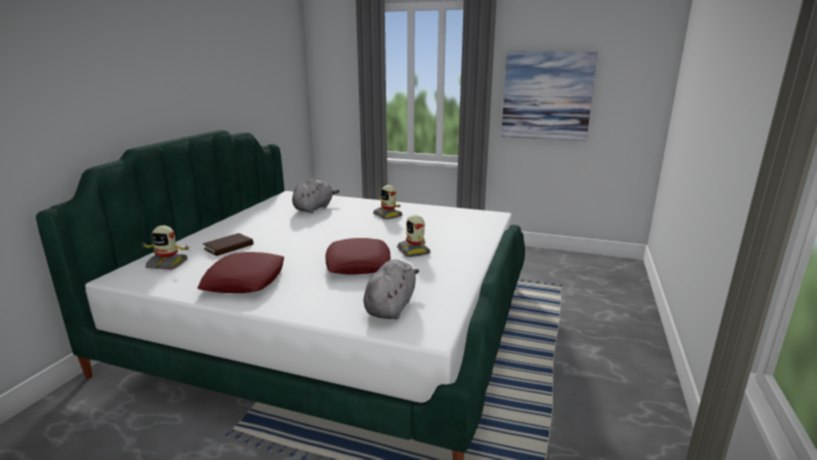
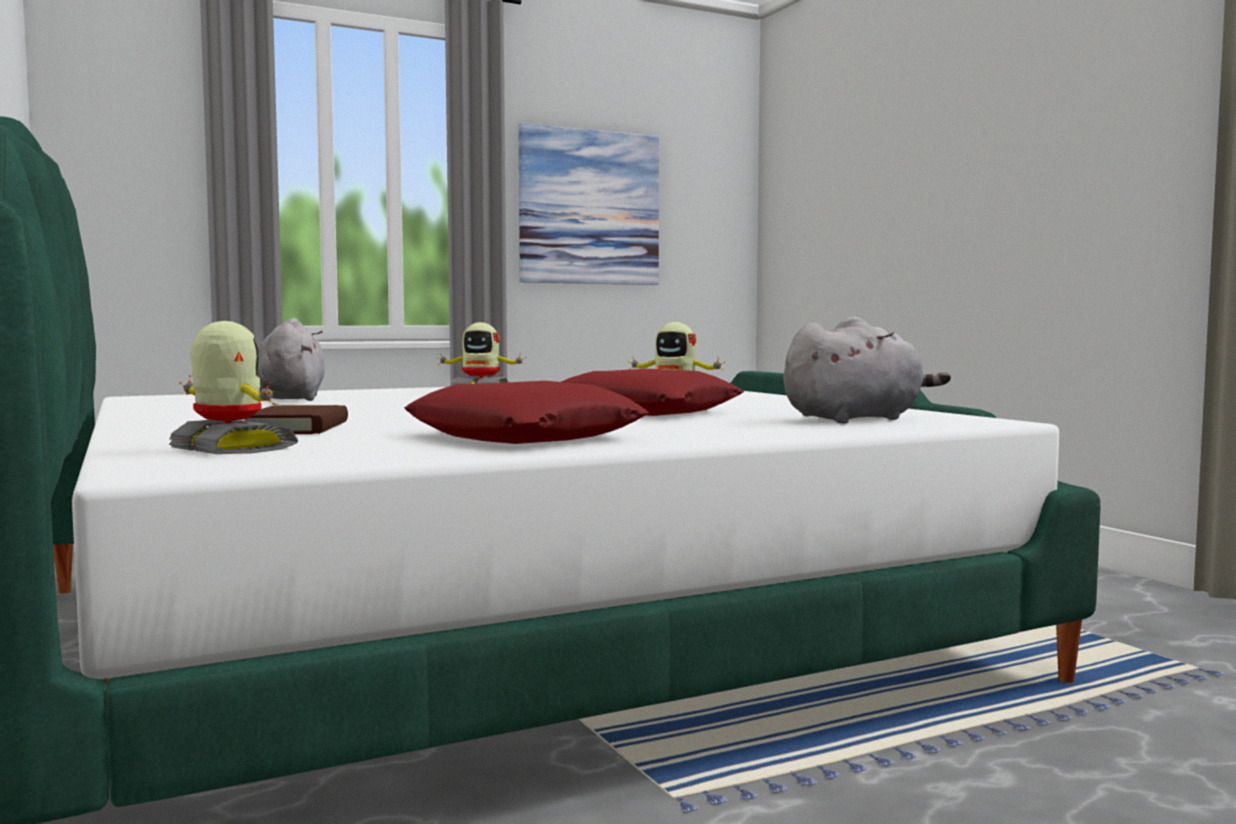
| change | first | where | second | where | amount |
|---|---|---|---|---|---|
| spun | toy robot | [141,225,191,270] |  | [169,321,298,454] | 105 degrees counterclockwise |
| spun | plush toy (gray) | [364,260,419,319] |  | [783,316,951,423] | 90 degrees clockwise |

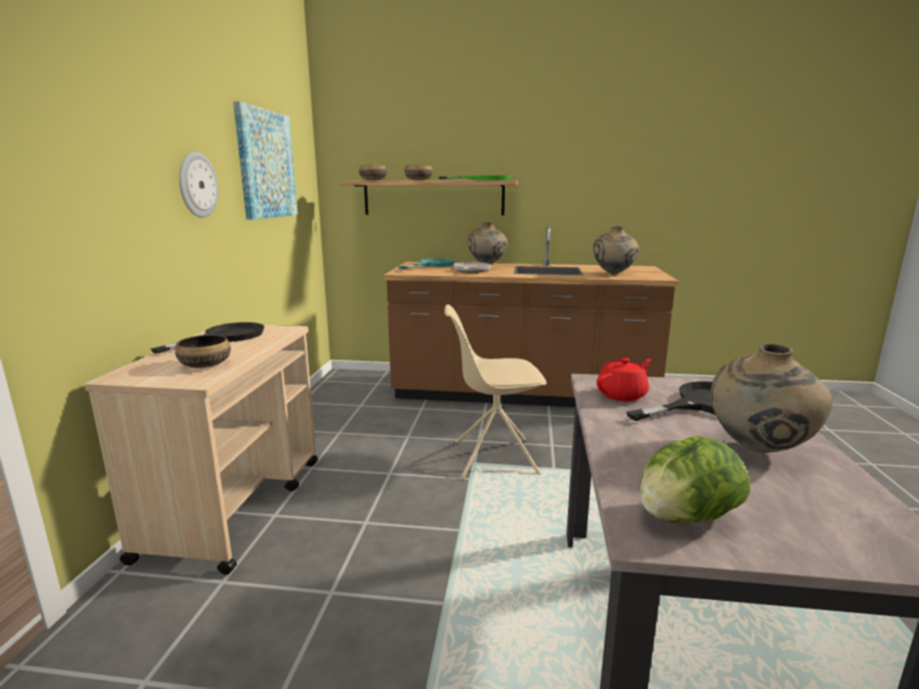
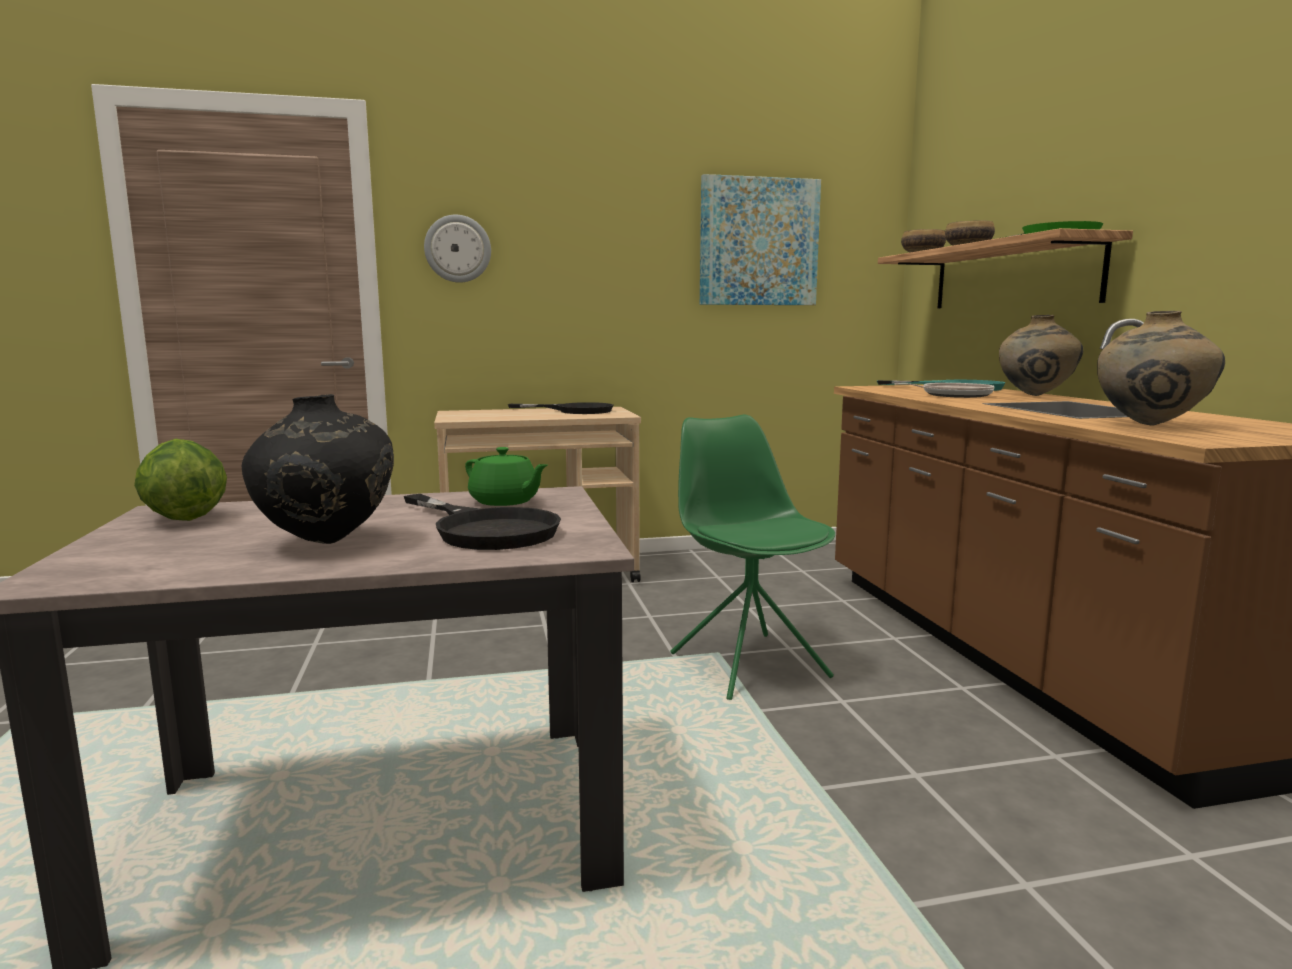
| change | first | where | second | where | amount |
|---|---|---|---|---|---|
| colour | flower vase (beige) | [711,344,832,453] | flower vase (black-coloured) | [242,394,394,544] |  |
| relocated | clock on the wall | [179,152,219,218] |  | [424,215,491,283] |  |
| colour | teapot (red-coloured) | [597,358,652,401] | teapot (green) | [465,447,548,506] |  |
| colour | upright chair (beige) | [444,304,547,479] | upright chair (green) | [670,414,835,700] |  |
| missing | deep dish | [175,335,231,368] |  |  |  |

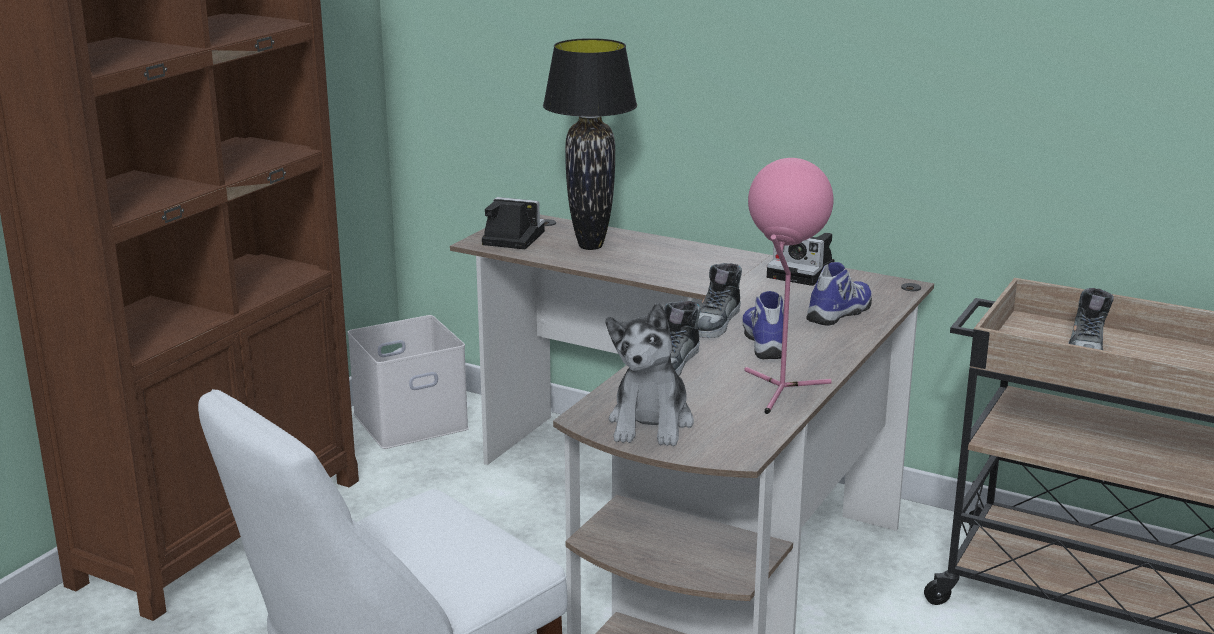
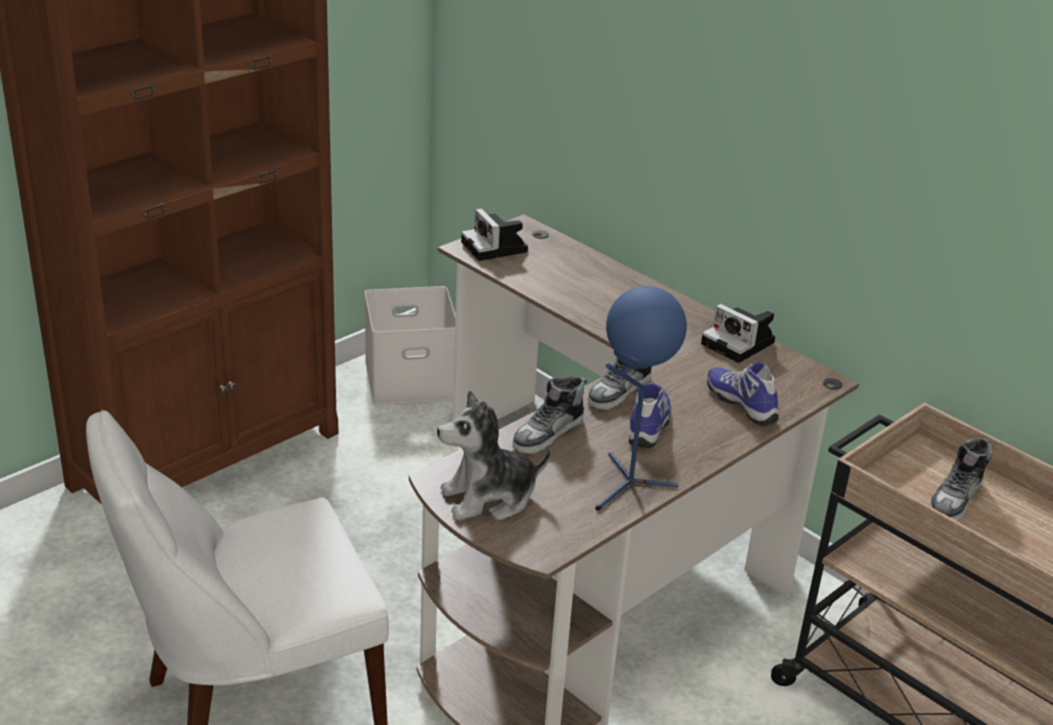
| change | first | where | second | where | amount |
|---|---|---|---|---|---|
| spun | plush toy | [606,303,694,446] |  | [437,390,552,521] | 45 degrees clockwise |
| spun | photo camera | [482,197,545,249] |  | [461,208,528,261] | 150 degrees counterclockwise |
| colour | table lamp (pink-coloured) | [744,158,834,414] | table lamp (blue-coloured) | [595,286,687,511] |  |
| spun | low shoe | [806,262,872,326] |  | [707,362,779,425] | 90 degrees counterclockwise |
| missing | table lamp (black-coloured) | [543,38,637,250] |  |  |  |

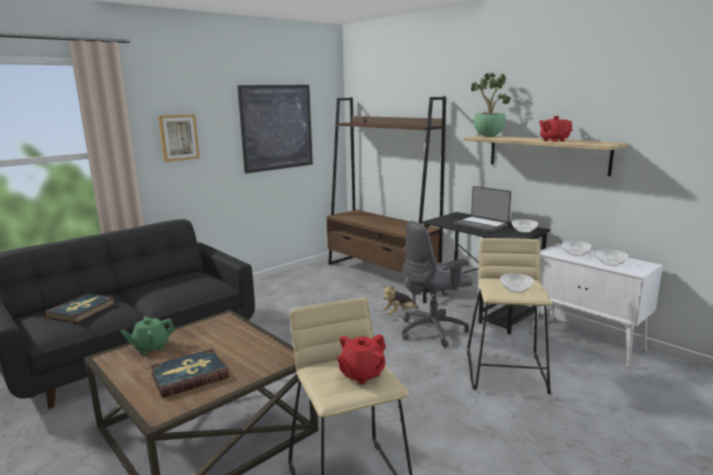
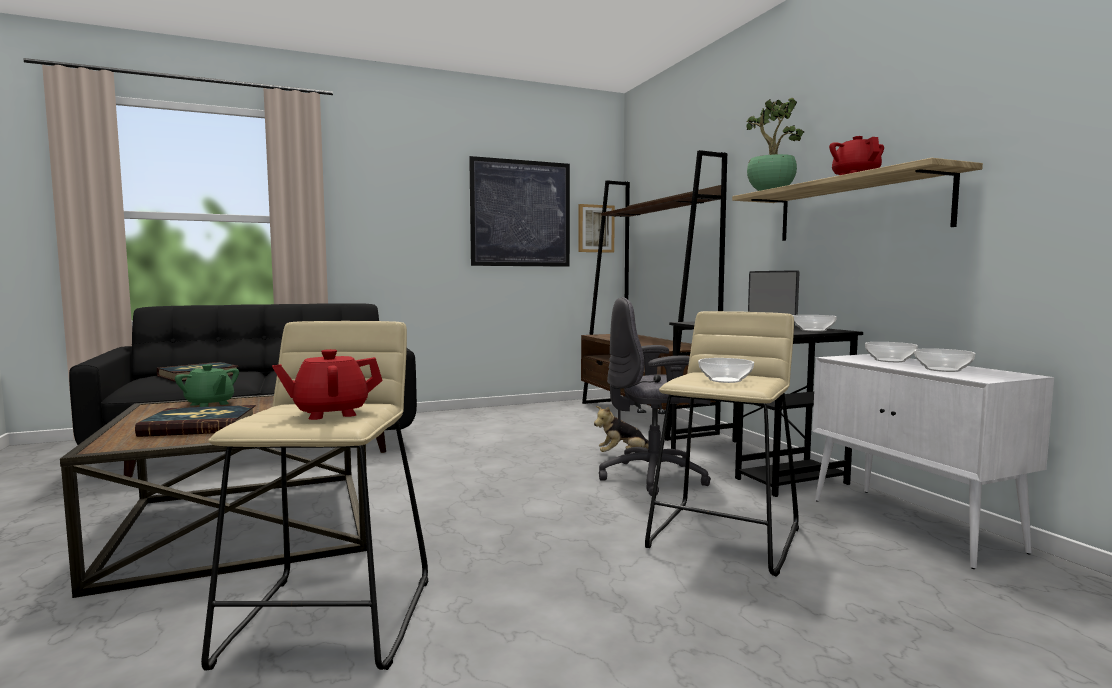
| change | first | where | second | where | amount |
|---|---|---|---|---|---|
| spun | teapot (green) | [120,316,175,354] |  | [175,364,239,407] | 135 degrees counterclockwise |
| relocated | picture | [158,114,200,162] |  | [578,204,615,253] |  |

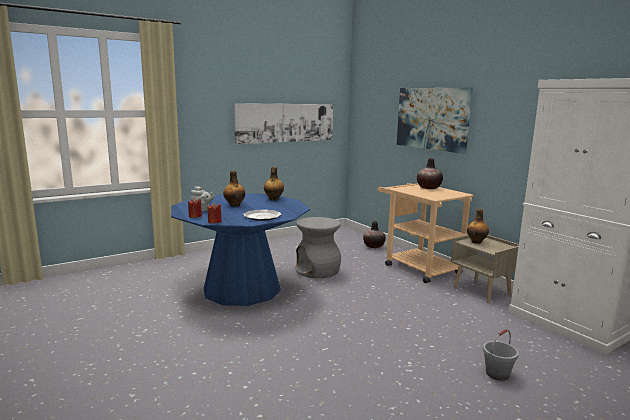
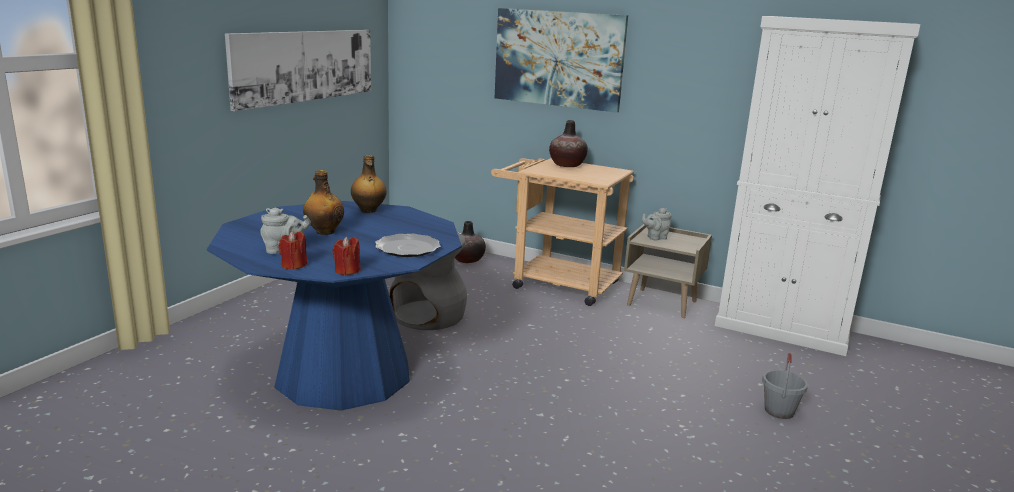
| change | first | where | second | where | amount |
|---|---|---|---|---|---|
| exchanged | drink bottle | [467,209,489,244] | teapot (gray) | [642,208,672,240] |  |

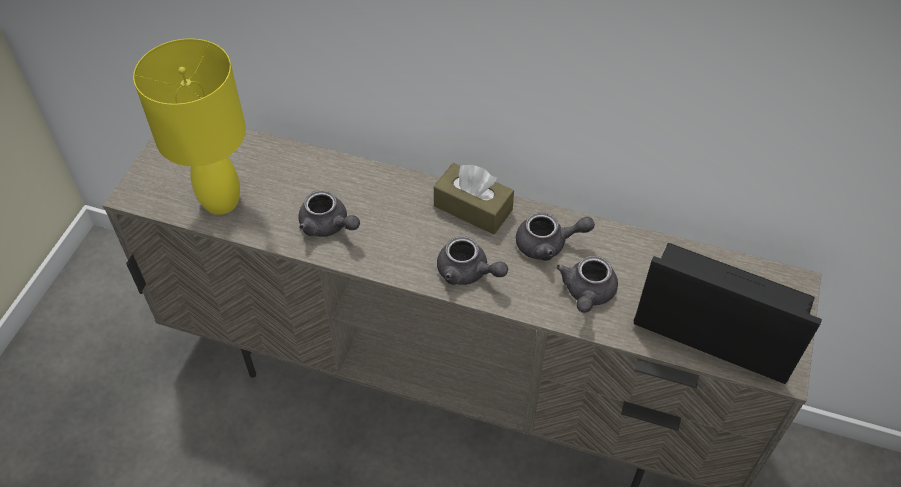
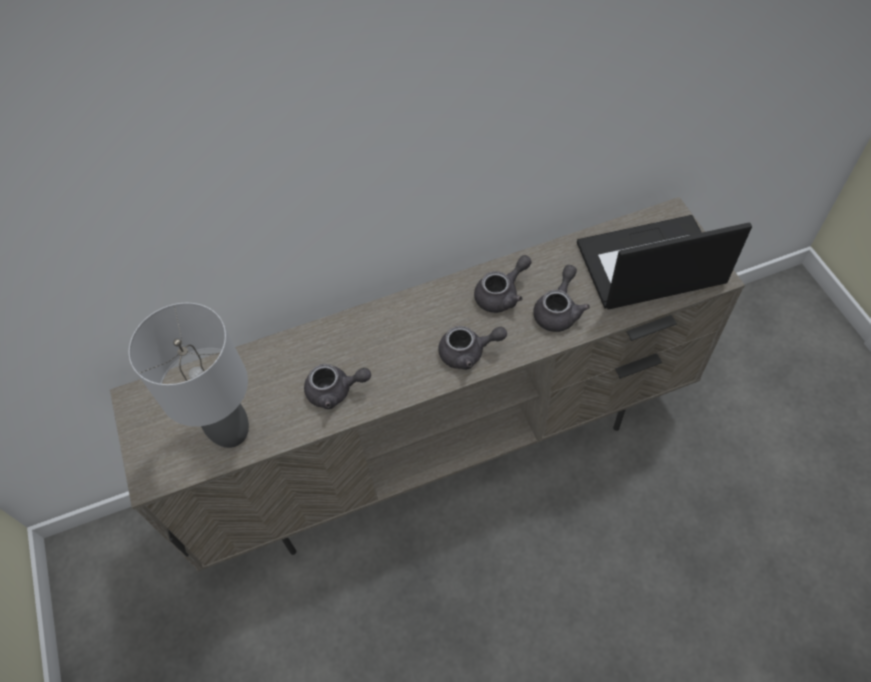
| change | first | where | second | where | amount |
|---|---|---|---|---|---|
| colour | table lamp (yellow-coloured) | [133,38,246,215] | table lamp (gray) | [129,303,249,448] |  |
| spun | teapot (gray) | [556,256,618,313] |  | [533,265,590,332] | 135 degrees counterclockwise |
| missing | box of tissues (brown-coloured) | [434,163,514,234] |  |  |  |

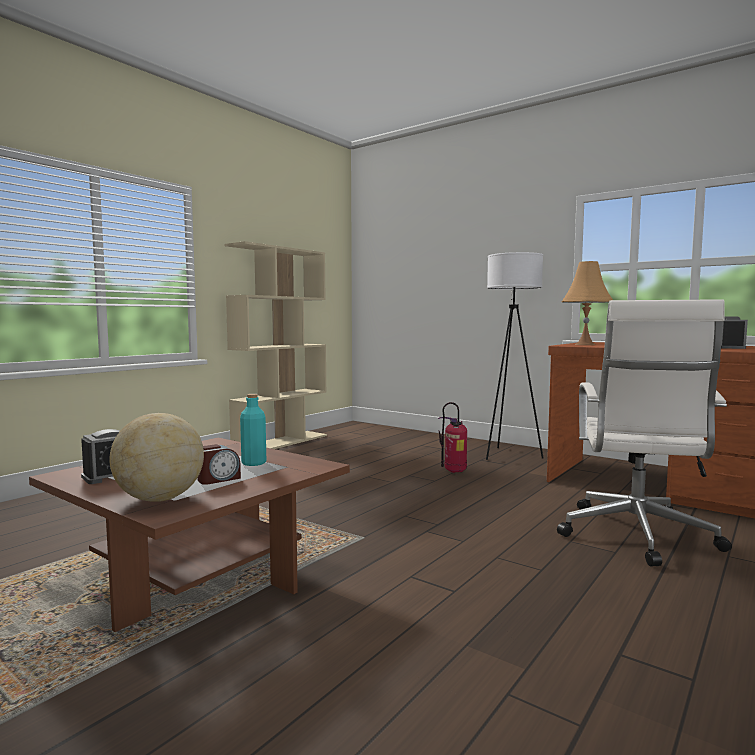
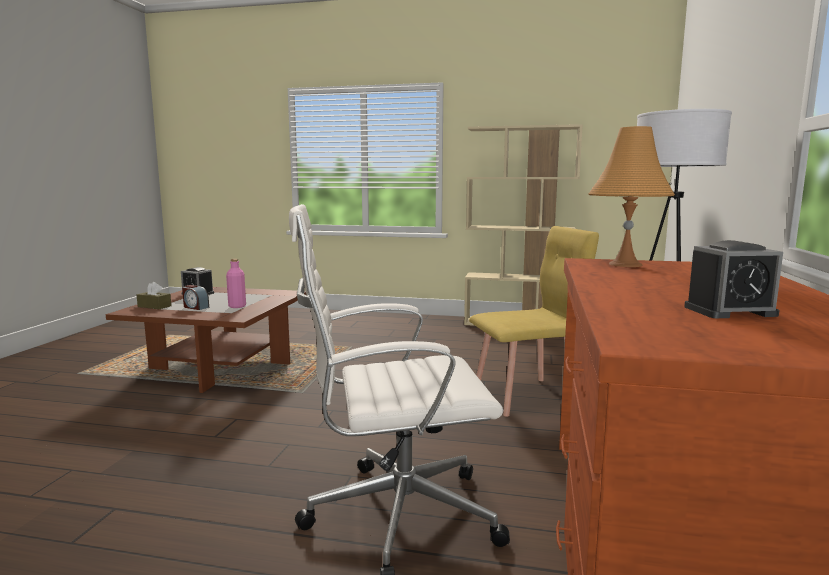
| change | first | where | second | where | amount |
|---|---|---|---|---|---|
| exchanged | desk globe | [110,413,204,502] | box of tissues (brown-coloured) | [137,282,171,309] |  |
| colour | drink bottle (blue-green) | [240,394,266,466] | drink bottle (pink-coloured) | [226,259,246,308] |  |
| exchanged | extinguisher | [438,402,467,473] | upright chair (yellow-coloured) | [469,226,599,417] |  |

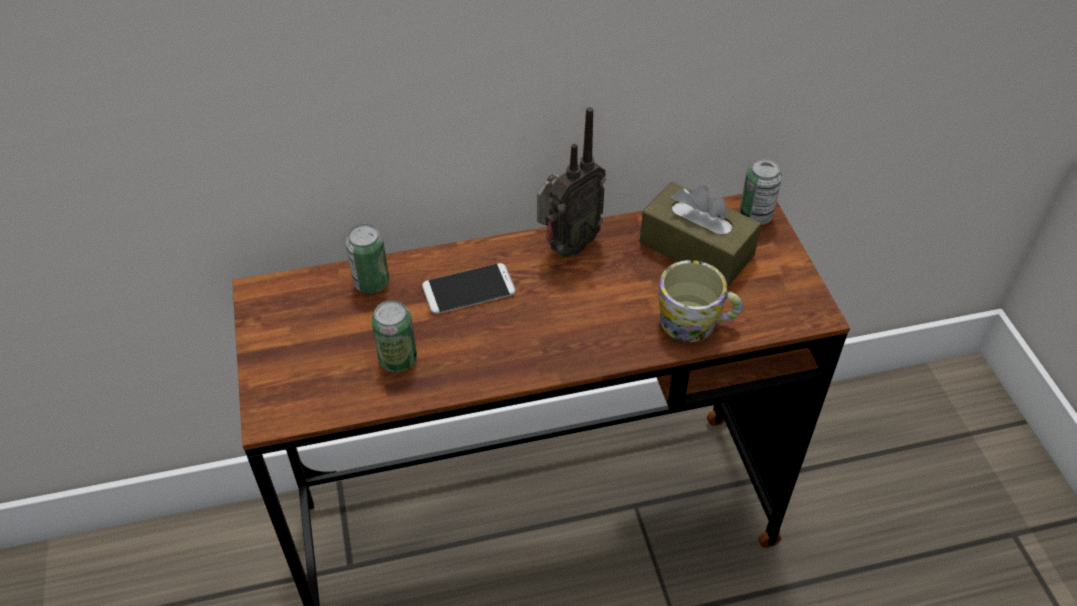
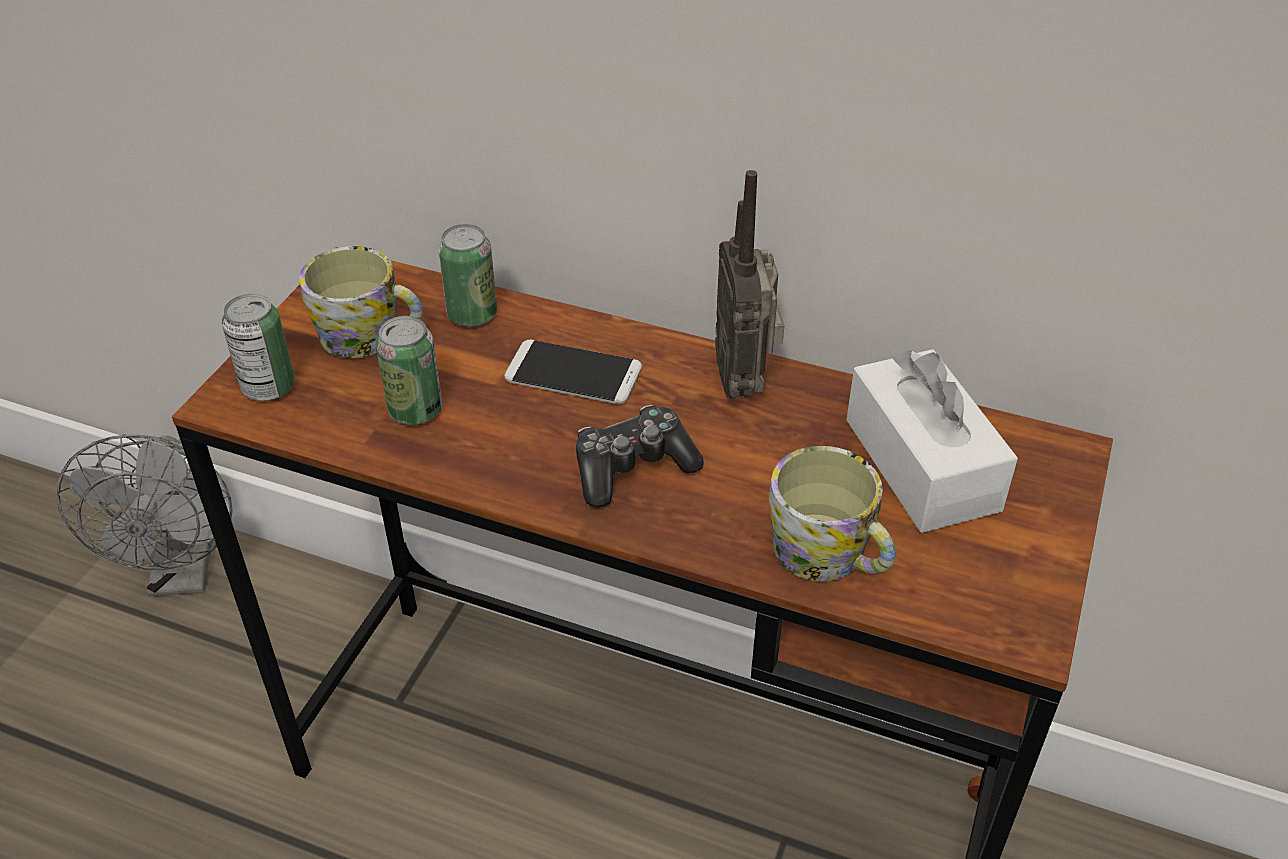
| change | first | where | second | where | amount |
|---|---|---|---|---|---|
| appeared |  |  | fan (gray) | [57,434,233,597] |  |
| relocated | metal can | [739,158,782,225] |  | [222,294,295,401] |  |
| appeared |  |  | coffee mug | [299,246,423,358] |  |
| appeared |  |  | gamepad | [576,405,704,508] |  |
| spun | radio set | [537,107,606,257] |  | [715,170,784,399] | 90 degrees clockwise |
| colour | box of tissues (brown-coloured) | [640,182,762,287] | box of tissues (white) | [846,349,1018,533] |  |

